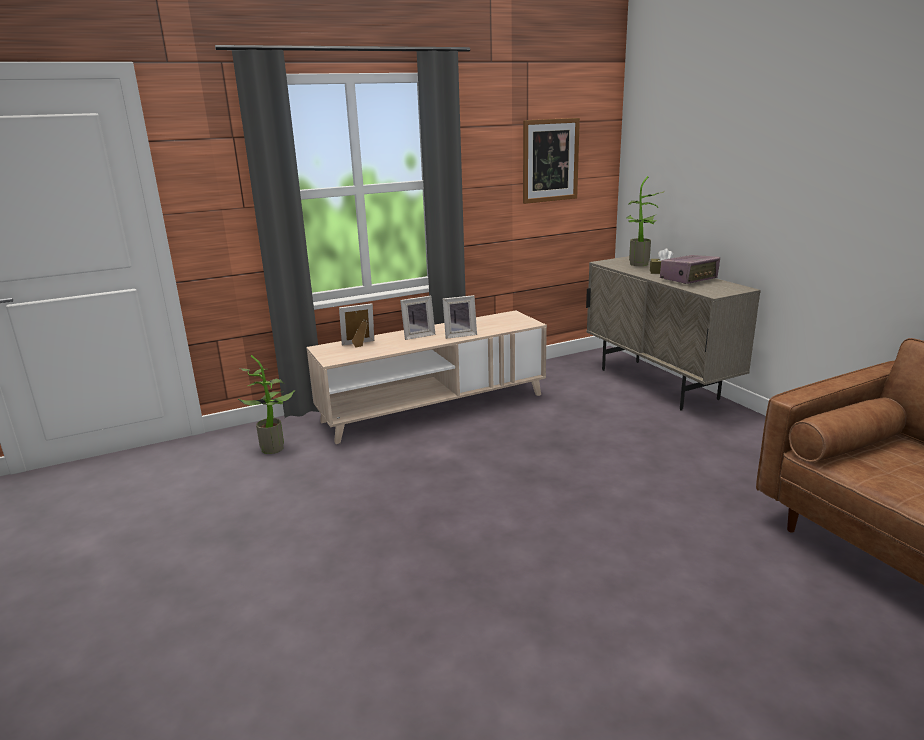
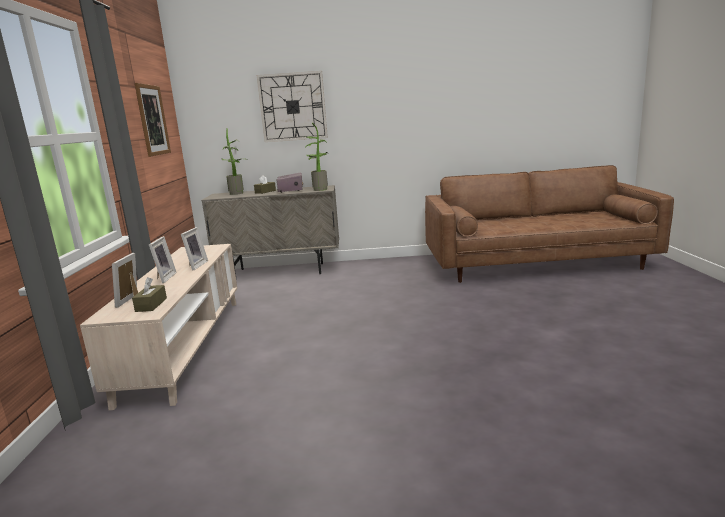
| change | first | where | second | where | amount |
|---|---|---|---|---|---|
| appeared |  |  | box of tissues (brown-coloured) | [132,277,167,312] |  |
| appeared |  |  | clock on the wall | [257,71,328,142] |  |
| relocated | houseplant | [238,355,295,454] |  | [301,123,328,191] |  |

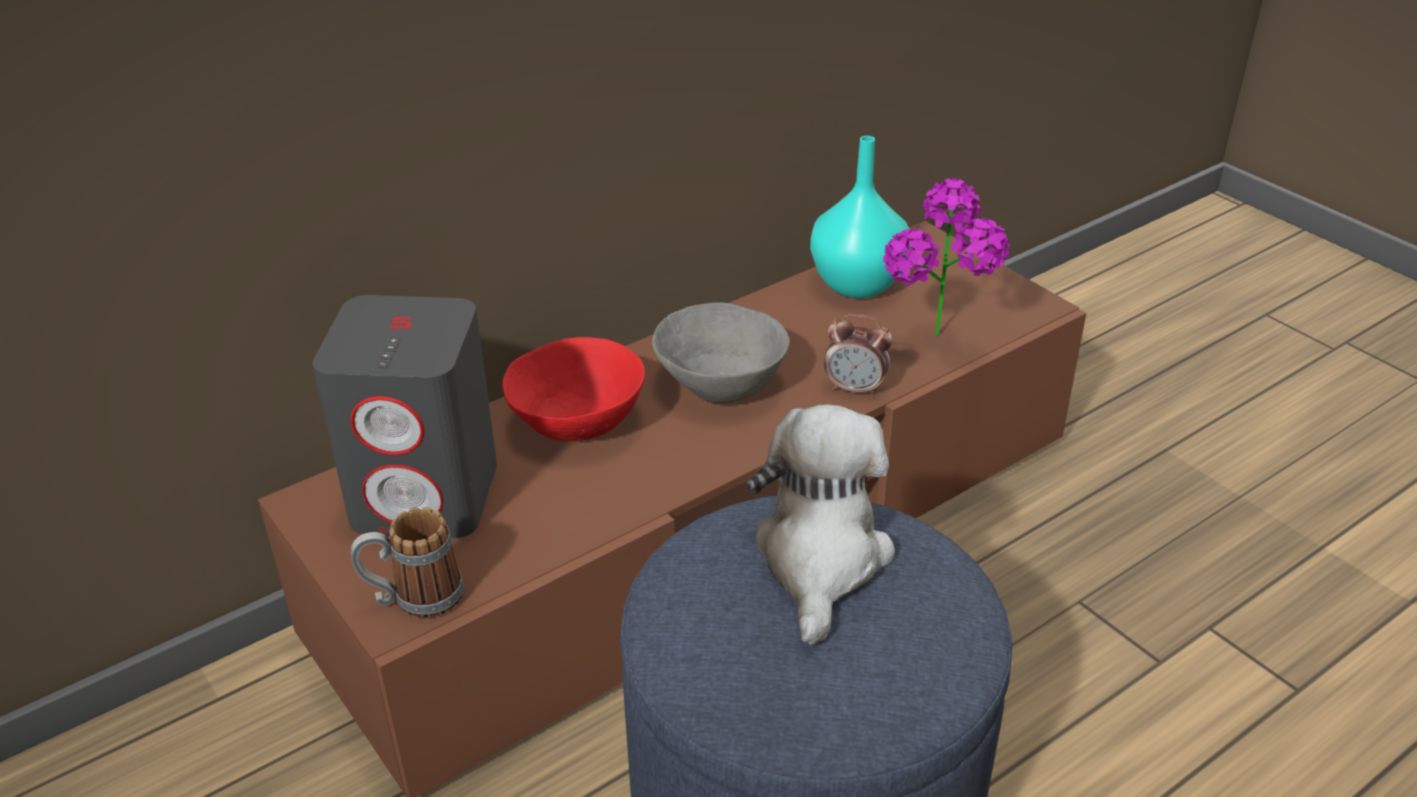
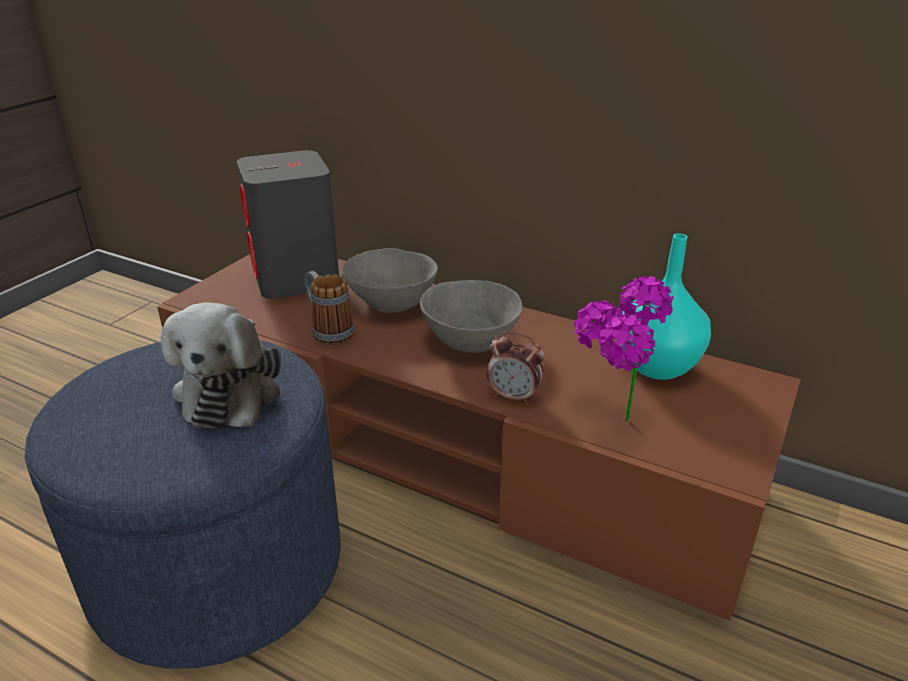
| change | first | where | second | where | amount |
|---|---|---|---|---|---|
| spun | plush toy | [747,404,895,645] |  | [161,302,281,428] | 105 degrees clockwise |
| relocated | coffee mug | [350,507,464,618] |  | [304,271,355,345] |  |
| colour | deep dish (red-coloured) | [502,337,645,441] | deep dish (gray) | [341,248,438,313] |  |
| spun | table clock | [824,314,893,397] |  | [486,332,544,404] | 60 degrees counterclockwise |

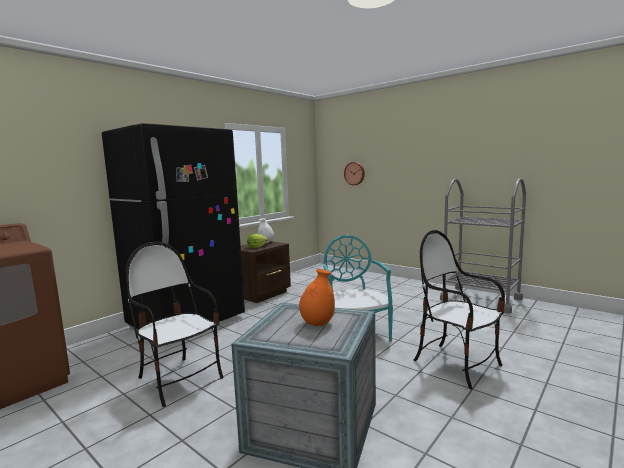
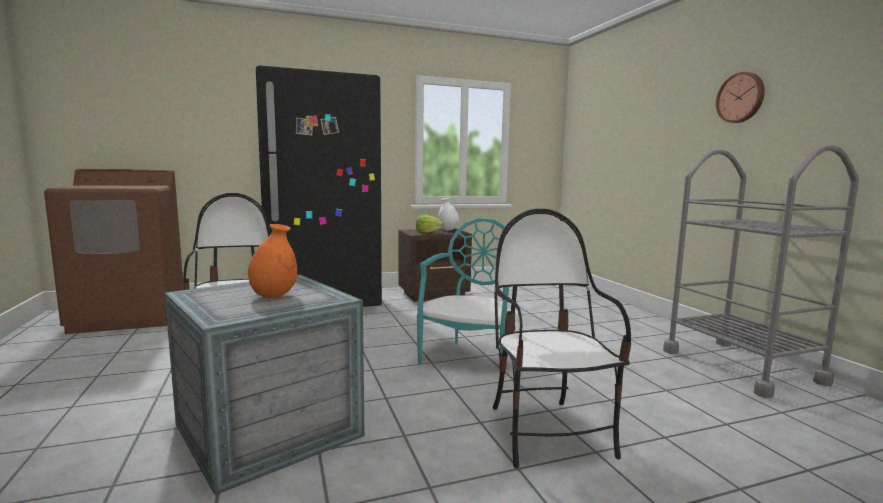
| change | first | where | second | where | amount |
|---|---|---|---|---|---|
| relocated | clock on the wall | [344,162,365,185] |  | [716,72,765,123] |  |

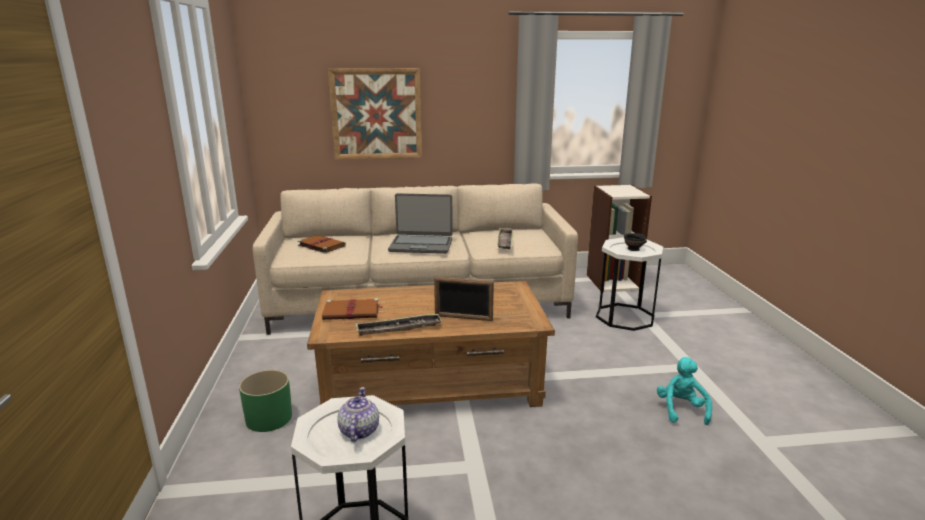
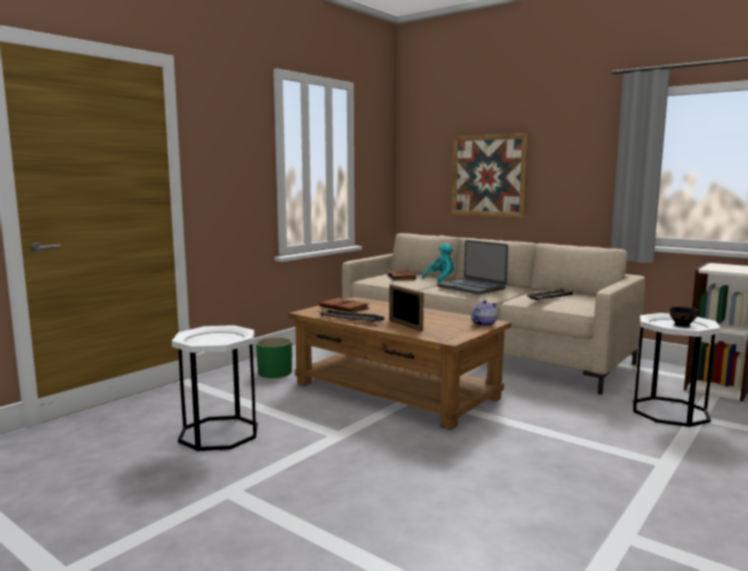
| change | first | where | second | where | amount |
|---|---|---|---|---|---|
| relocated | plush toy (blue-green) | [657,357,712,425] |  | [422,244,454,283] |  |
| relocated | teapot | [337,387,379,442] |  | [471,300,497,326] |  |

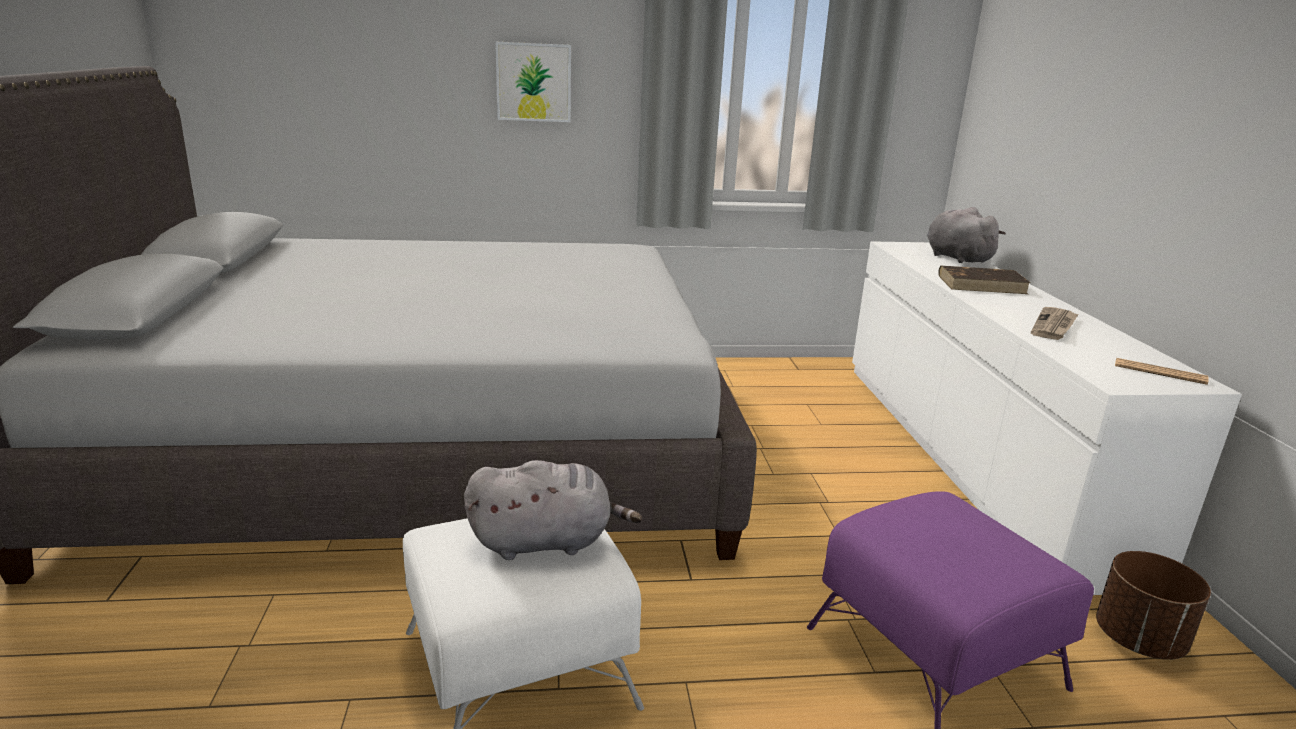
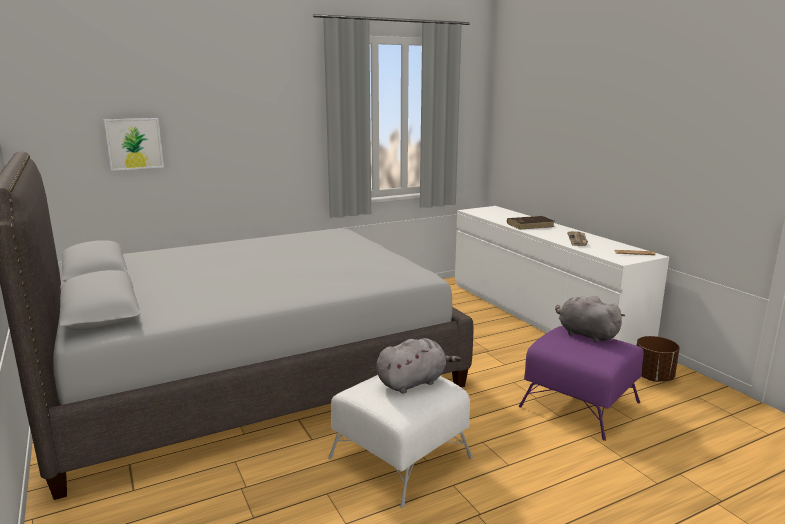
| change | first | where | second | where | amount |
|---|---|---|---|---|---|
| relocated | picture | [495,42,571,122] |  | [104,118,164,171] |  |
| relocated | plush toy (gray) | [927,207,1006,263] |  | [555,296,625,343] |  |

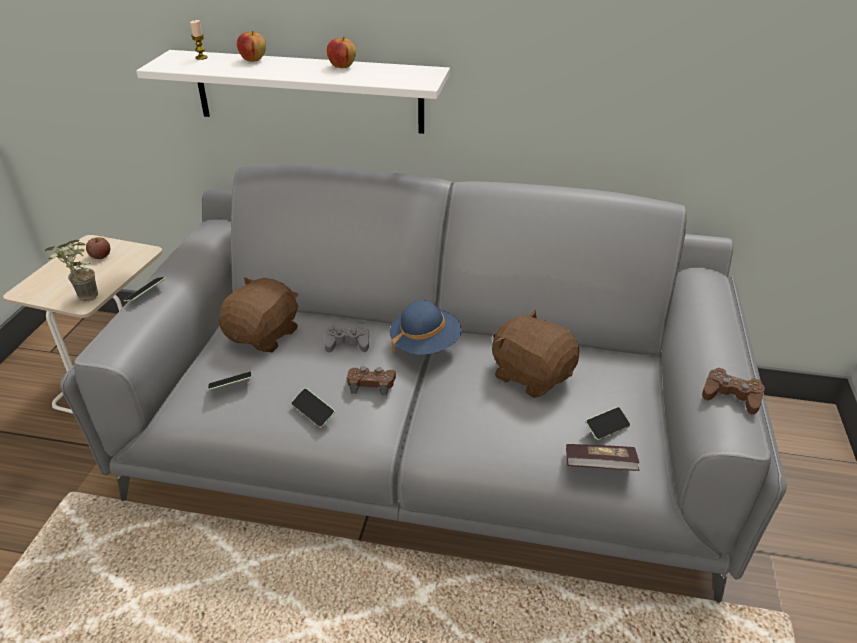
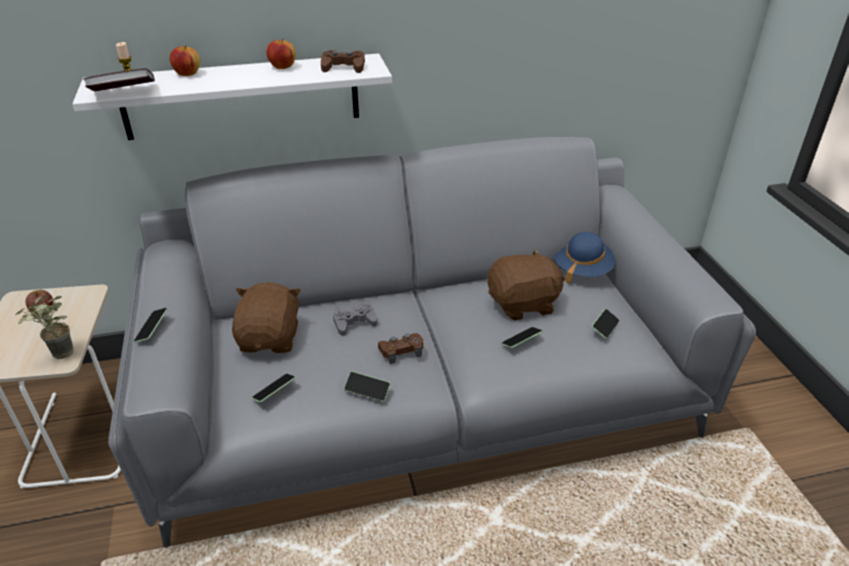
| change | first | where | second | where | amount |
|---|---|---|---|---|---|
| relocated | bound book | [566,444,640,471] |  | [83,68,155,91] |  |
| relocated | gamepad (brown-coloured) | [702,368,765,415] |  | [321,50,365,73] |  |
| spun | plush toy (brown-coloured) | [492,310,579,398] |  | [487,249,565,321] | 150 degrees clockwise |
| appeared |  |  | telephone | [501,327,543,348] |  |
| relocated | hat (blue-coloured) | [390,300,462,355] |  | [555,232,616,284] |  |

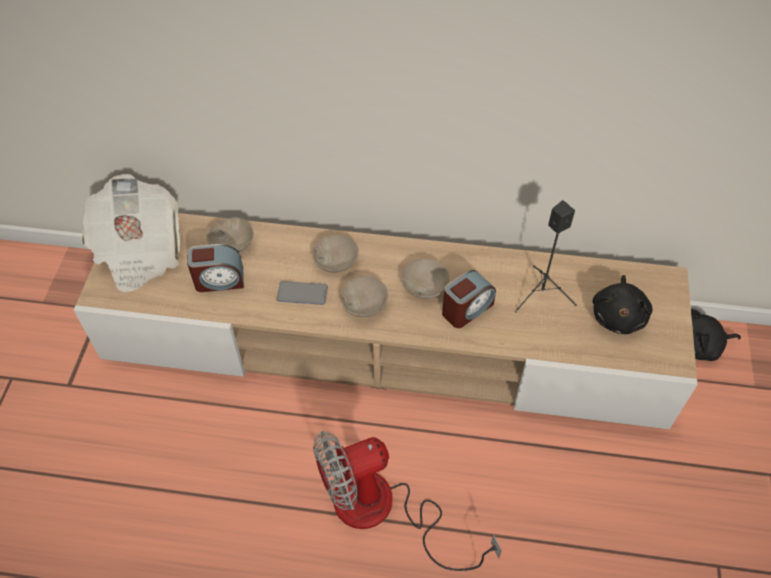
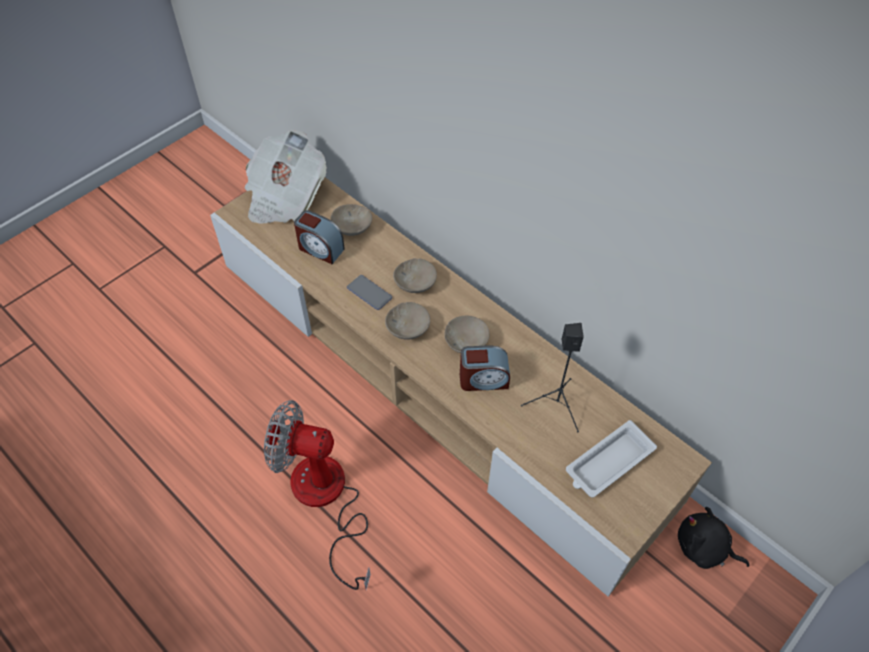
| change | first | where | second | where | amount |
|---|---|---|---|---|---|
| exchanged | plush toy (black-coloured) | [593,275,653,334] | carrying tray (white) | [566,420,657,498] |  |

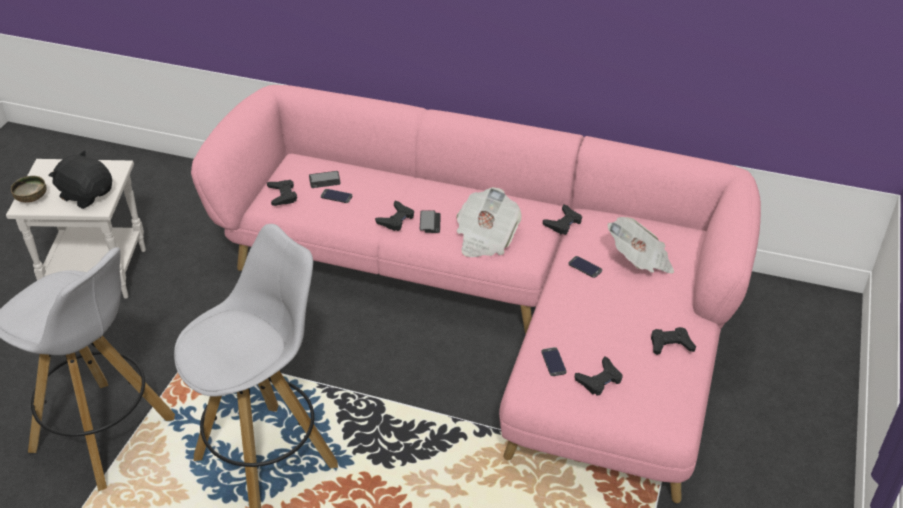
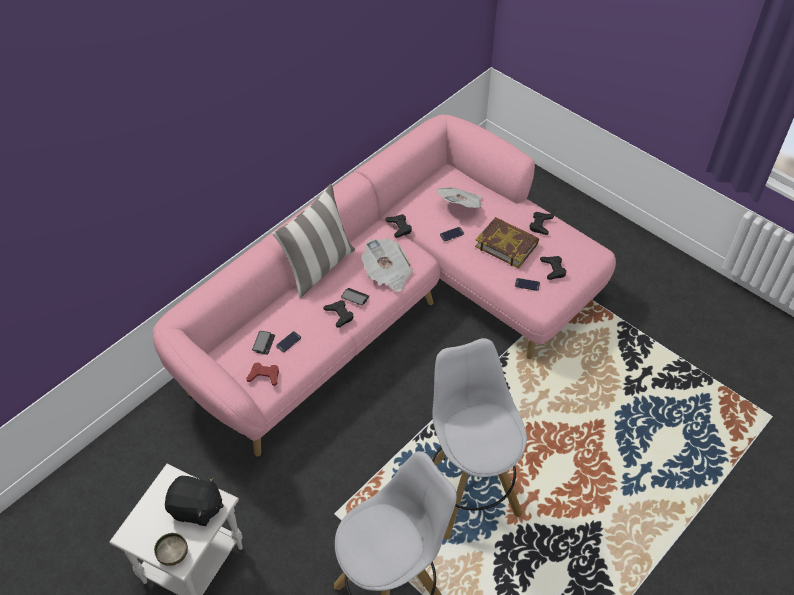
| change | first | where | second | where | amount |
|---|---|---|---|---|---|
| spun | plush toy (black-coloured) | [49,150,112,209] |  | [165,476,224,526] | 135 degrees counterclockwise |
| colour | gamepad (black-coloured) | [267,180,297,206] | gamepad (red-coloured) | [246,362,279,386] |  |
| appeared |  |  | cushion | [272,184,355,299] |  |
| appeared |  |  | bound book | [475,217,539,269] |  |

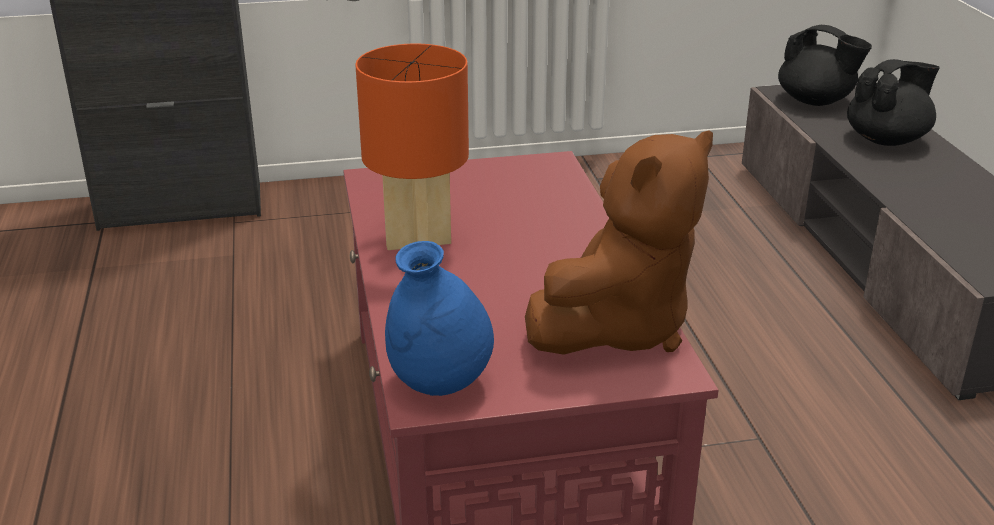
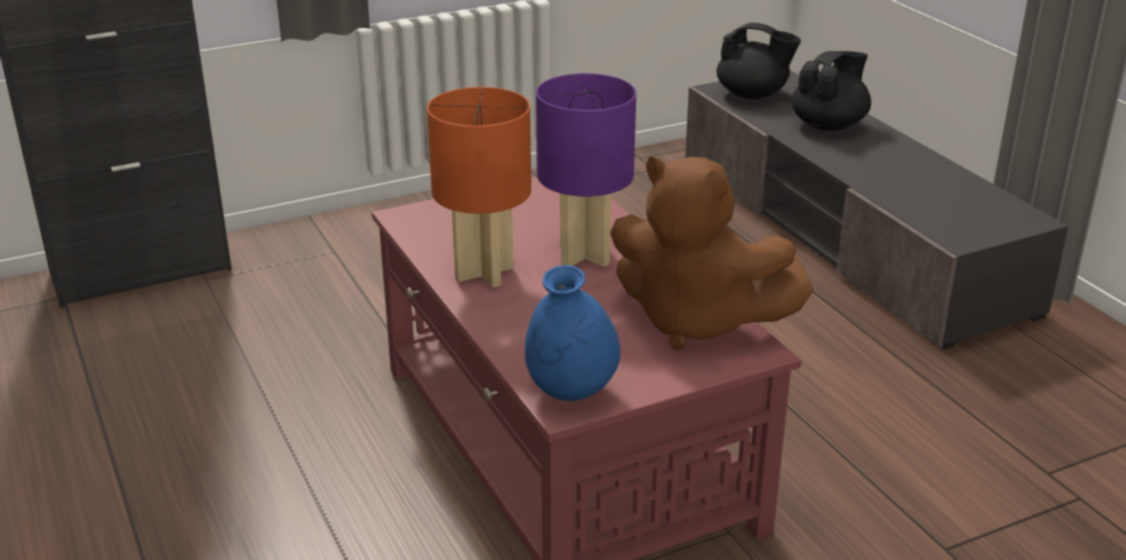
| change | first | where | second | where | amount |
|---|---|---|---|---|---|
| appeared |  |  | table lamp (purplish) | [536,73,636,267] |  |
| spun | plush toy (brown-coloured) | [525,131,713,355] |  | [610,156,814,350] | 90 degrees clockwise |

